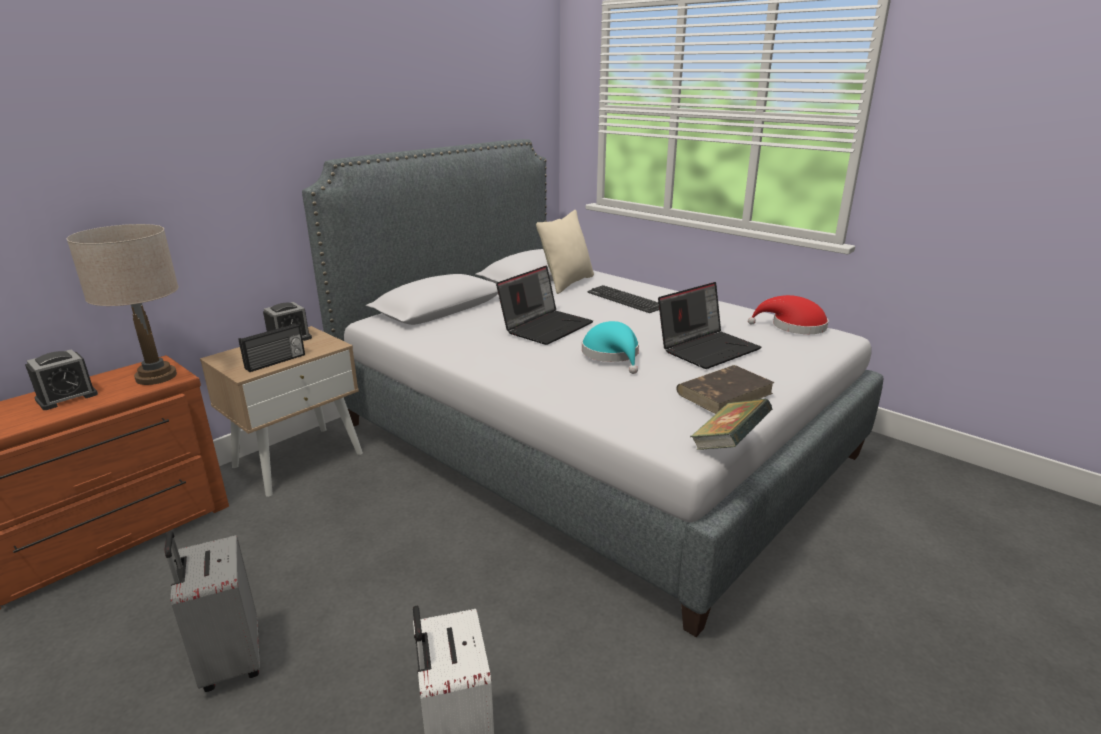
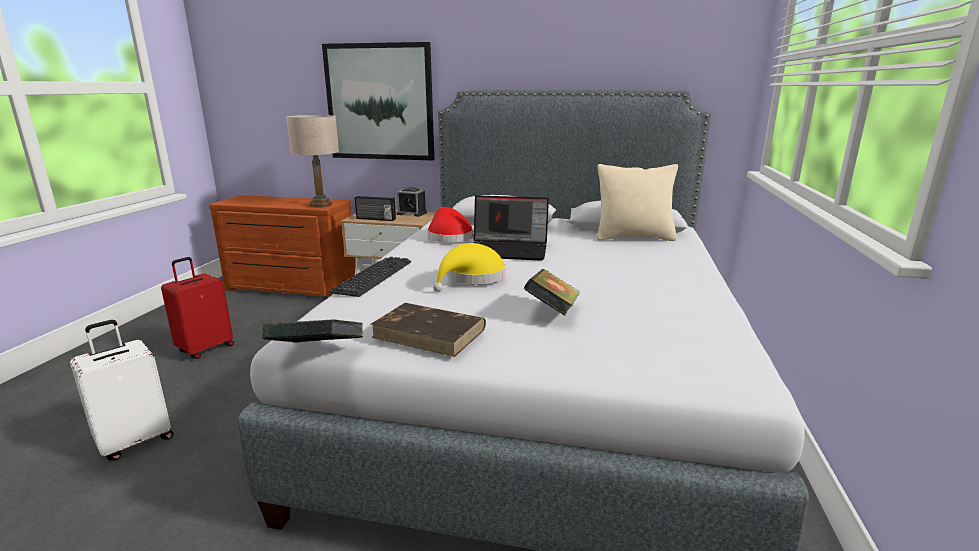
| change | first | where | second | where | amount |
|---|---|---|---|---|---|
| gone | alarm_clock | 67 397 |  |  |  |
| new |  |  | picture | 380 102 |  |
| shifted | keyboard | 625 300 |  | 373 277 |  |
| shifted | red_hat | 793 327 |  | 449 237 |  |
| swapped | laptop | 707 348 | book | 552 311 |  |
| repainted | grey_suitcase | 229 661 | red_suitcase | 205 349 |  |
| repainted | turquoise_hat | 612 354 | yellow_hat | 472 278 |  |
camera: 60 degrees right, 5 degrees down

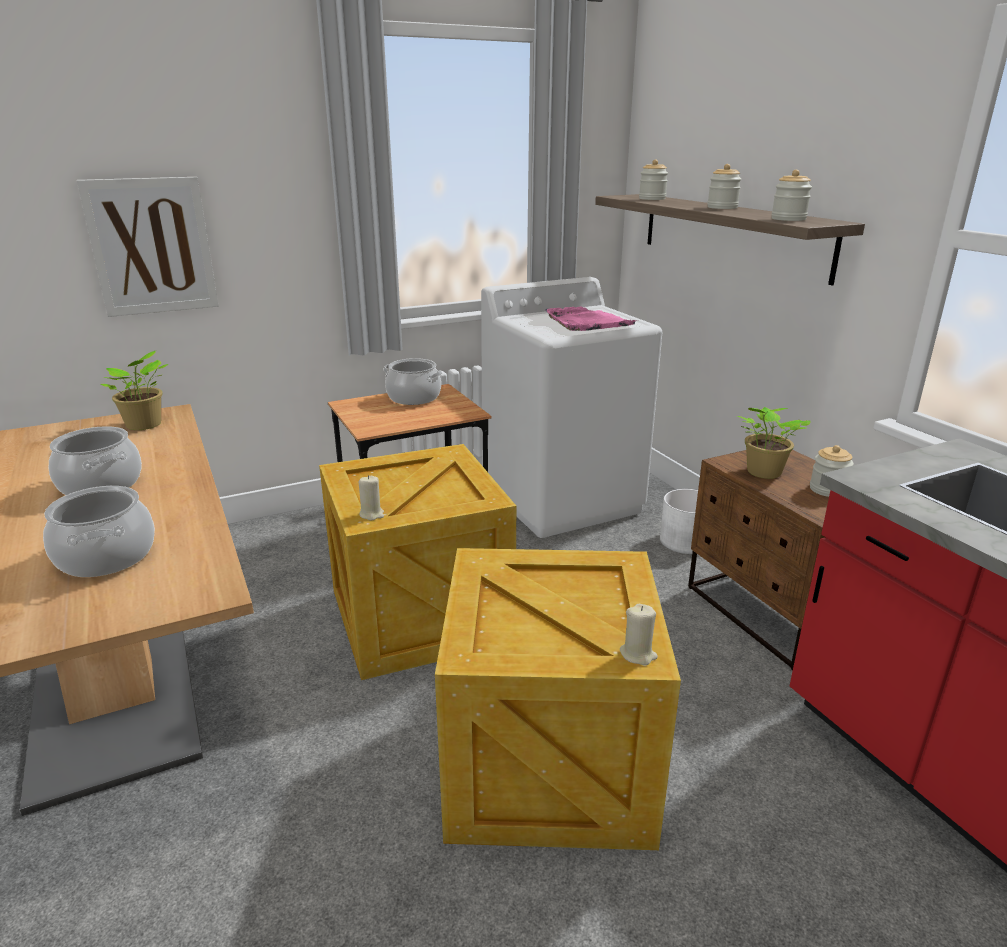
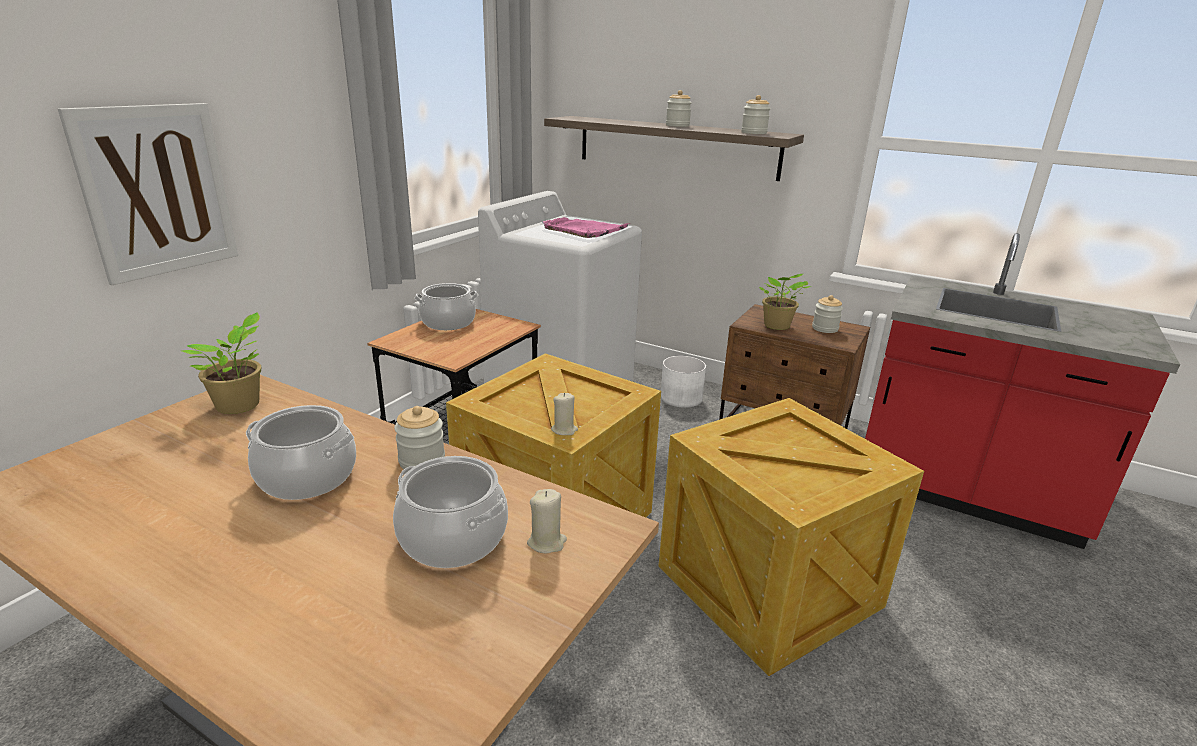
| change | first | where | second | where | amount |
|---|---|---|---|---|---|
| shifted | beige_candle | 638 654 |  | 547 542 |  |
| shifted | jar | 652 199 |  | 422 461 |  |
camera: 35 degrees left, 0 degrees up

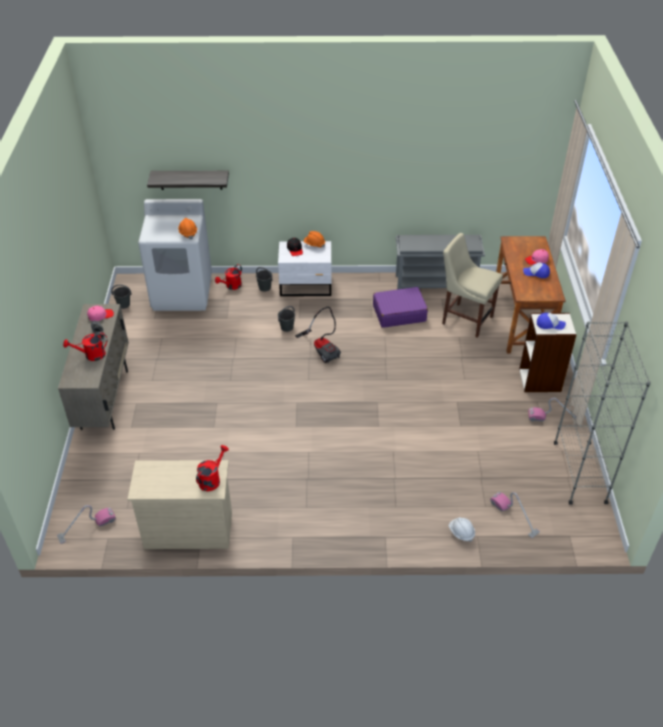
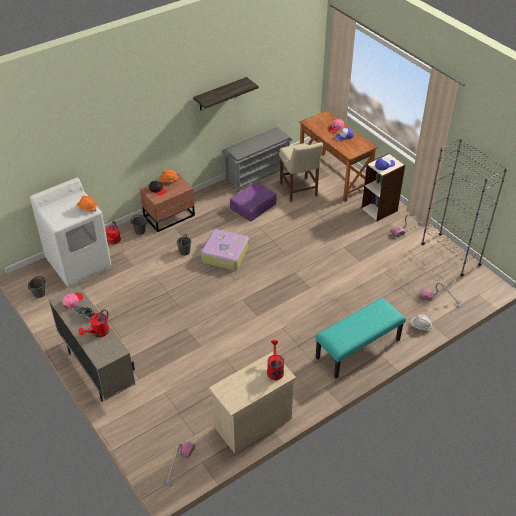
| change | first | where | second | where | amount |
|---|---|---|---|---|---|
| new |  |  | turquoise_bench | 358 349 |  |
| shifted | shelf | 190 180 |  | 220 94 |  |
| swapped | vacuum_cleaner | 322 349 | suitcase | 224 255 |  |
| repainted | white_nightstand | 306 286 | brown_nightstand | 170 216 |  |
| rotated | beige_chair | 465 319 |  | 299 191 | 105 degrees counterclockwise |
camera: 35 degrees left, 0 degrees up

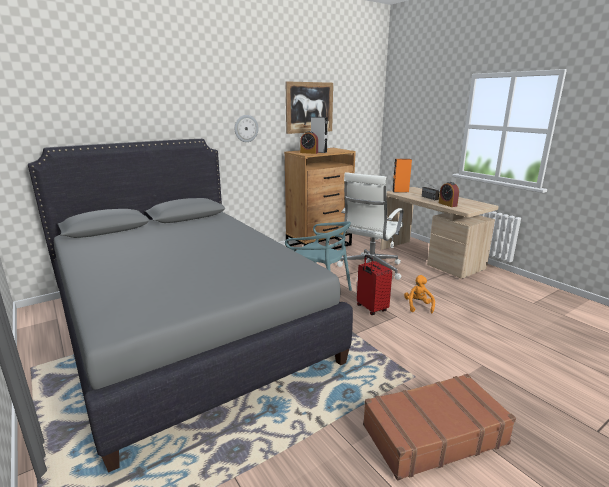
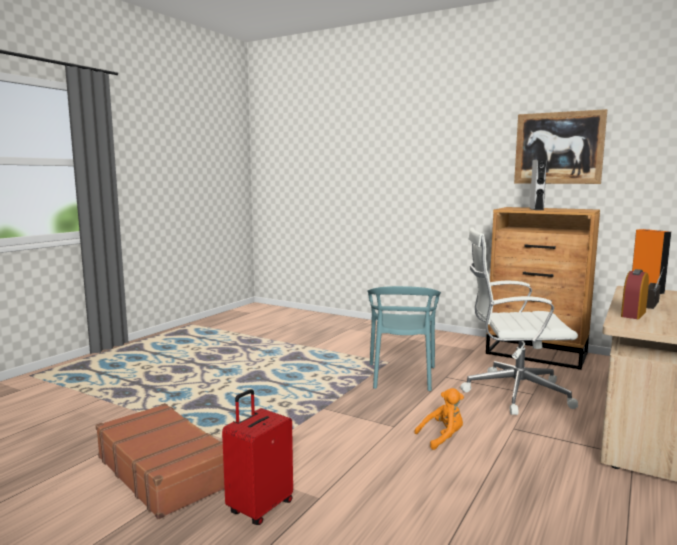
| change | first | where | second | where | amount |
|---|---|---|---|---|---|
| gone | grey_bed | 186 327 |  |  |  |
| gone | wall_clock | 246 128 |  |  |  |
| gone | alarm_clock | 309 153 |  |  |  |
| shifted | red_suitcase | 371 309 |  | 259 507 |  |
camera: 65 degrees right, 10 degrees down

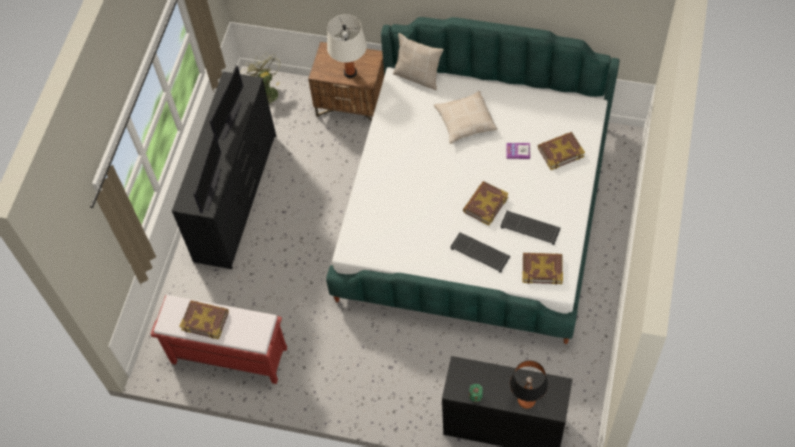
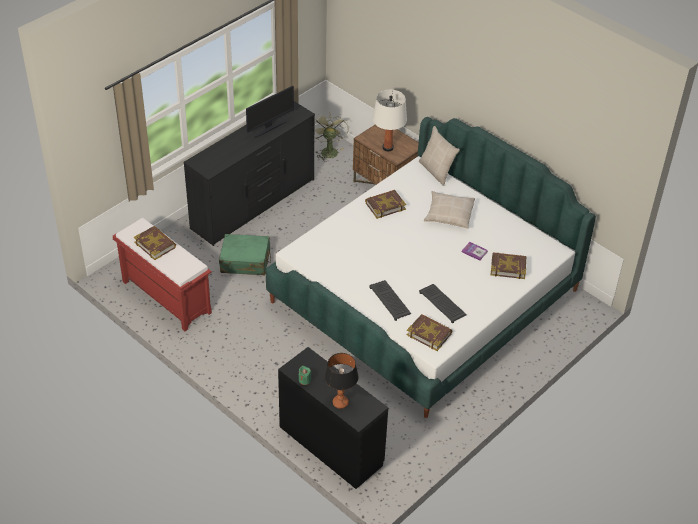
| change | first | where | second | where | amount |
|---|---|---|---|---|---|
| gone | monitor | 211 189 |  |  |  |
| new |  |  | green_suitcase | 245 261 |  |
| shifted | book | 485 204 |  | 385 206 |  |
camera: 25 degrees right, 15 degrees down

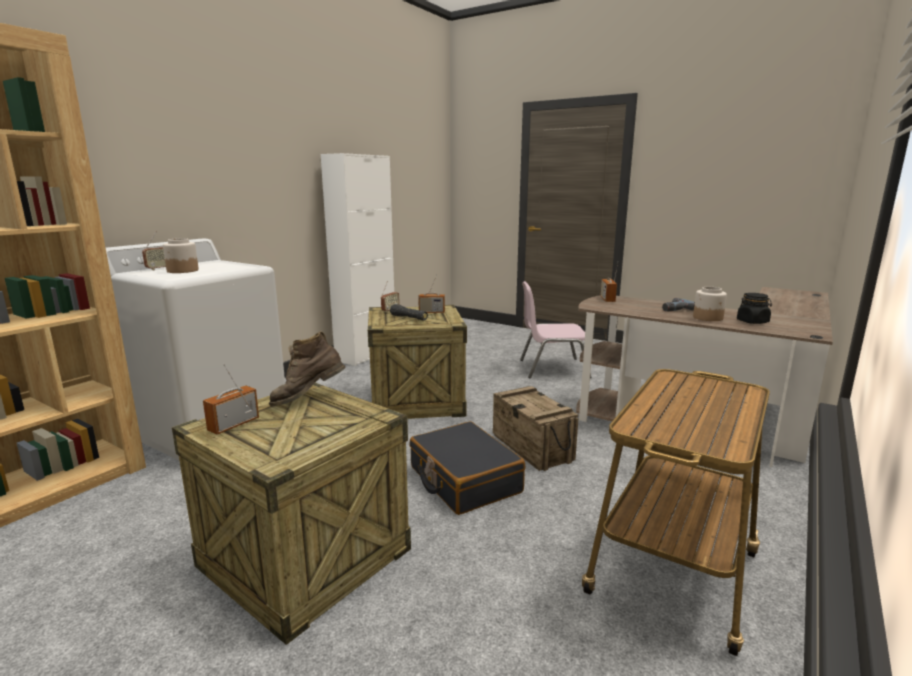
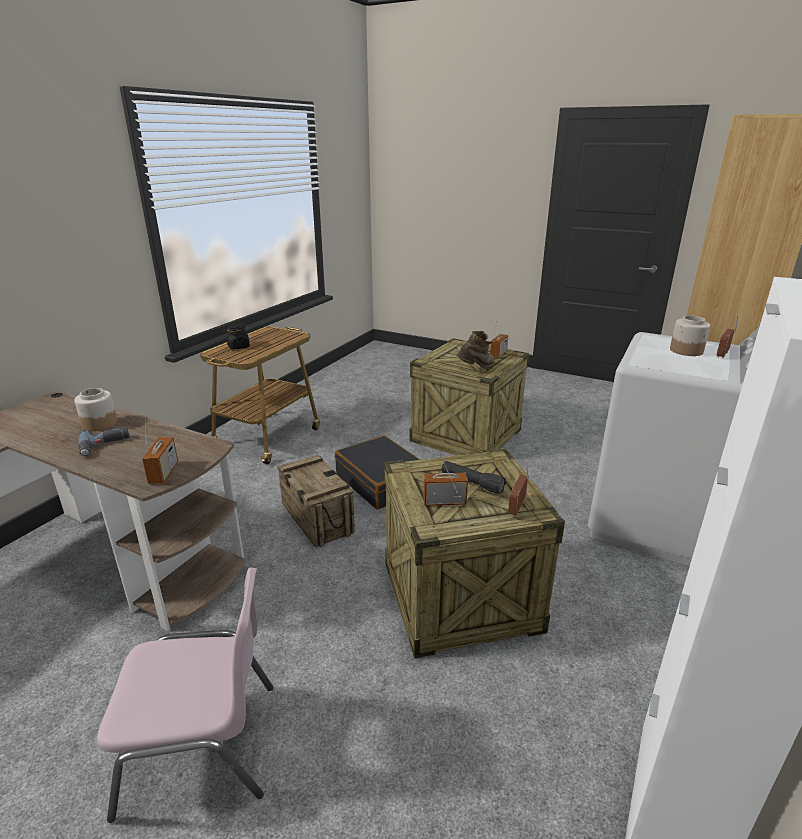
| change | first | where | second | where | amount |
|---|---|---|---|---|---|
| shifted | black_jar | 752 322 |  | 238 347 |  |
camera: 175 degrees right, 10 degrees up

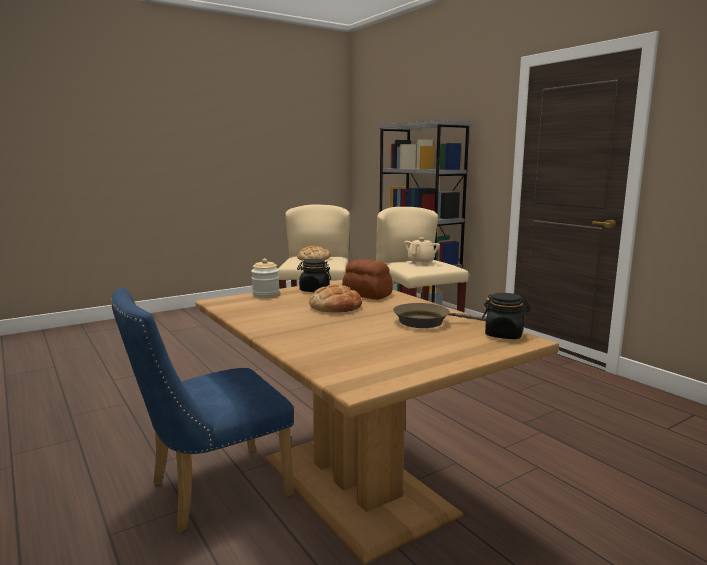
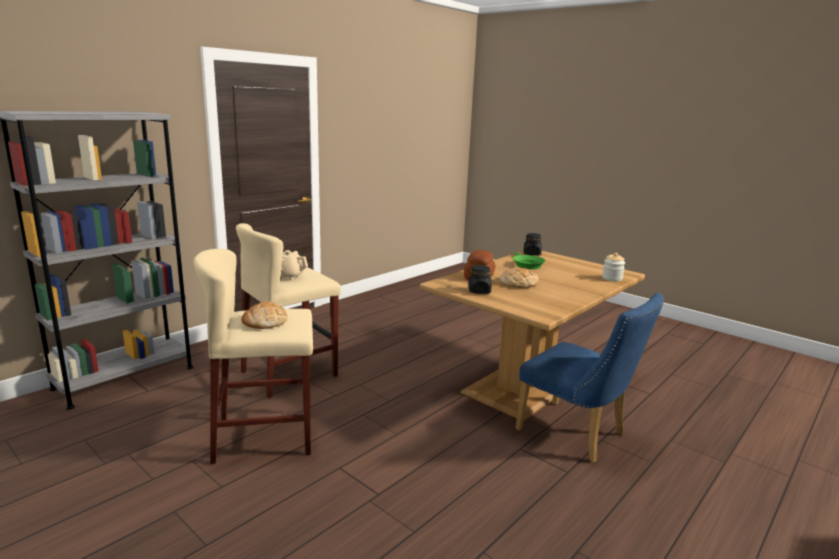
| change | first | where | second | where | amount |
|---|---|---|---|---|---|
| shifted | jar | 265 294 |  | 612 278 |  |
| repainted | brown_frying_pan | 426 322 | green_frying_pan | 526 265 |  |
camera: 105 degrees left, 5 degrees up

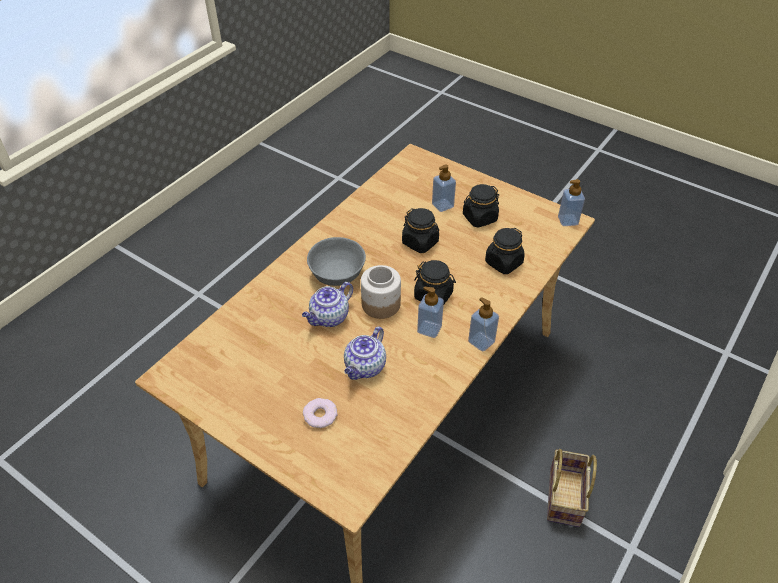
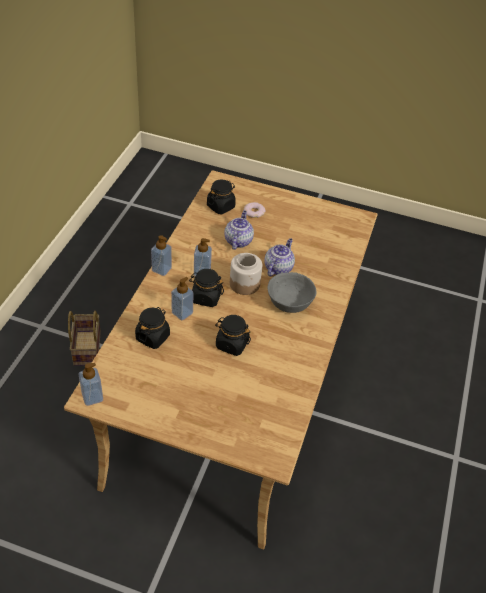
| change | first | where | second | where | amount |
|---|---|---|---|---|---|
| shifted | soap_dispenser | 442 205 |  | 182 313 |  |
| shifted | black_jar | 479 218 |  | 221 206 |  |
camera: 160 degrees right, 0 degrees up

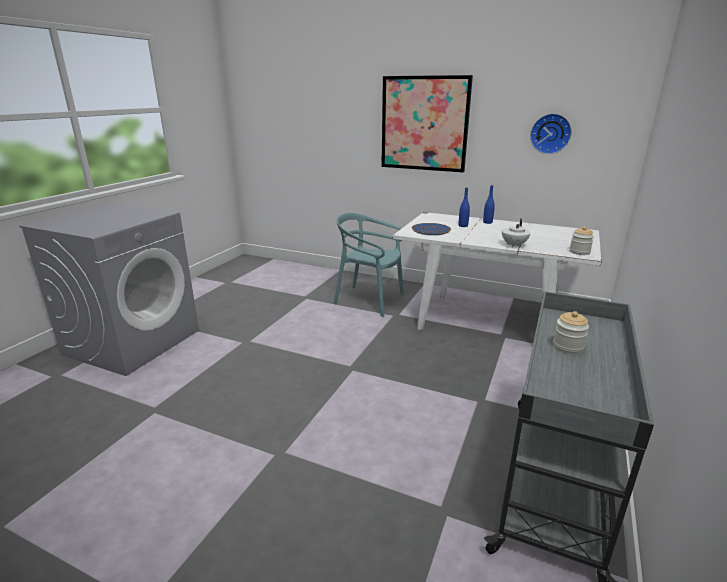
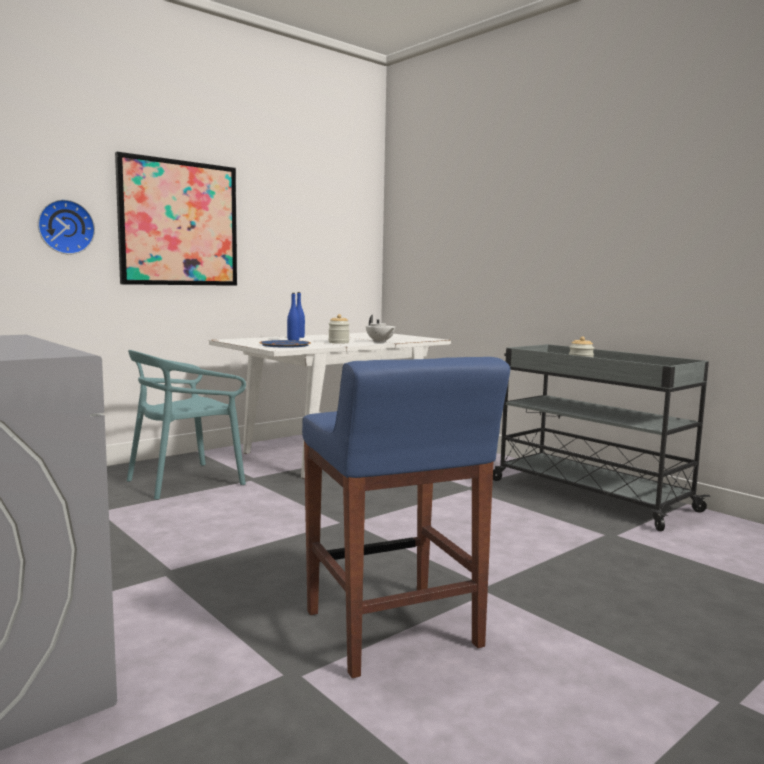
| change | first | where | second | where | amount |
|---|---|---|---|---|---|
| new |  |  | blue_stool | 393 631 |  |
| shifted | wall_clock | 550 133 |  | 65 227 |  |
| shifted | jar | 579 252 |  | 338 342 |  |
camera: 65 degrees left, 15 degrees down

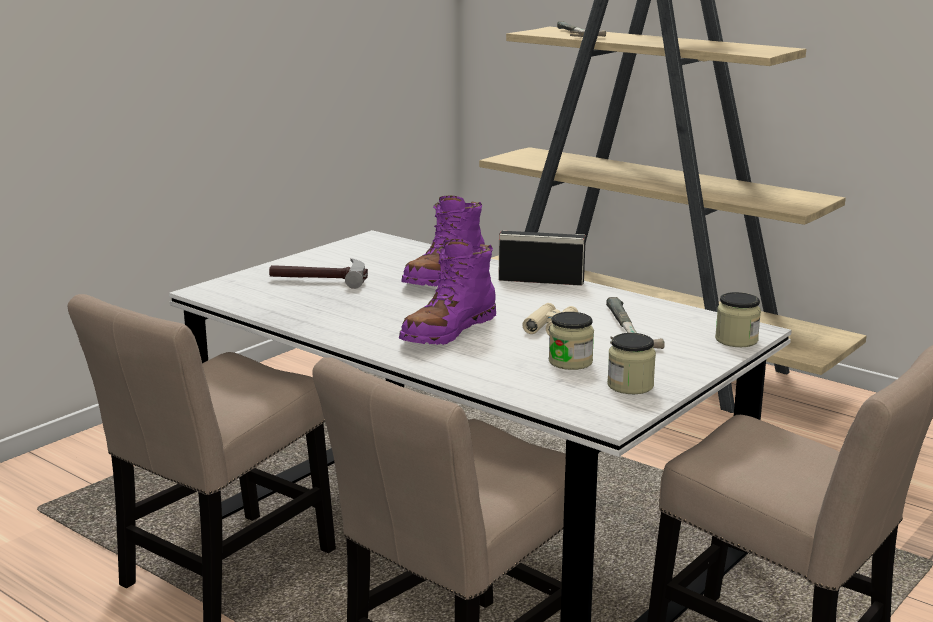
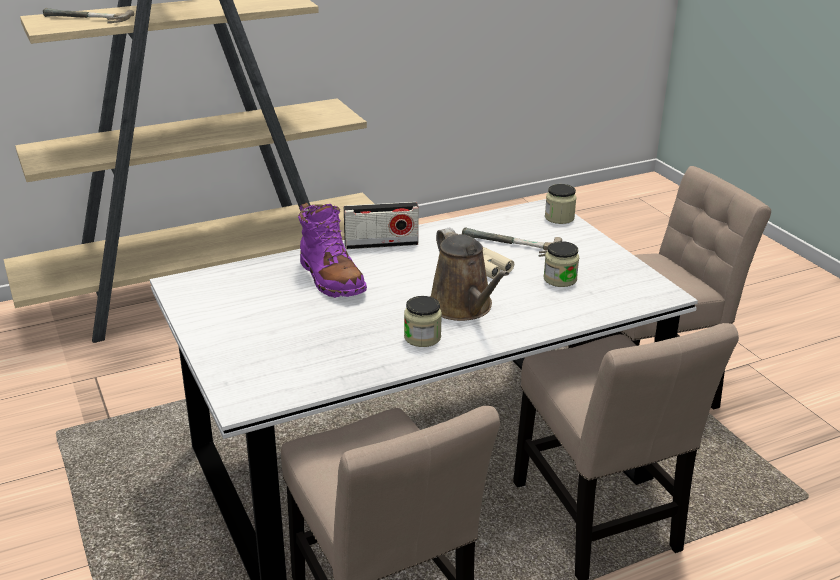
| change | first | where | second | where | amount |
|---|---|---|---|---|---|
| gone | hammer | 320 279 |  |  |  |
| shifted | jar | 630 385 |  | 422 337 |  |
| swapped | purple_boot | 448 331 | brown_watering_can | 463 307 |  |
| rotated | radio | 541 281 |  | 381 244 | 135 degrees counterclockwise |
camera: 65 degrees left, 10 degrees up

